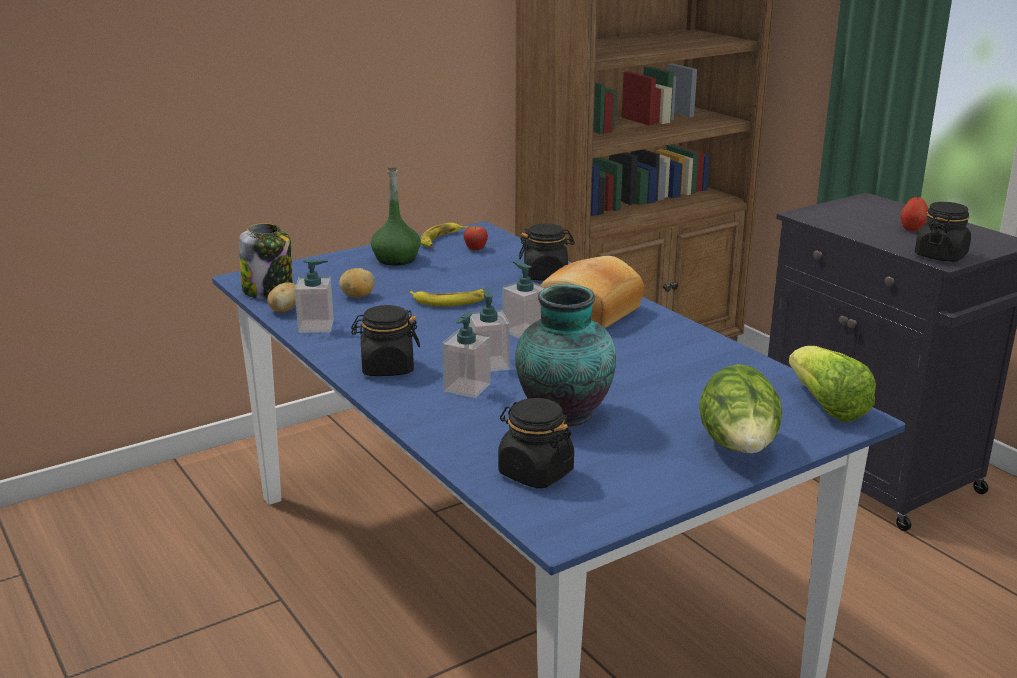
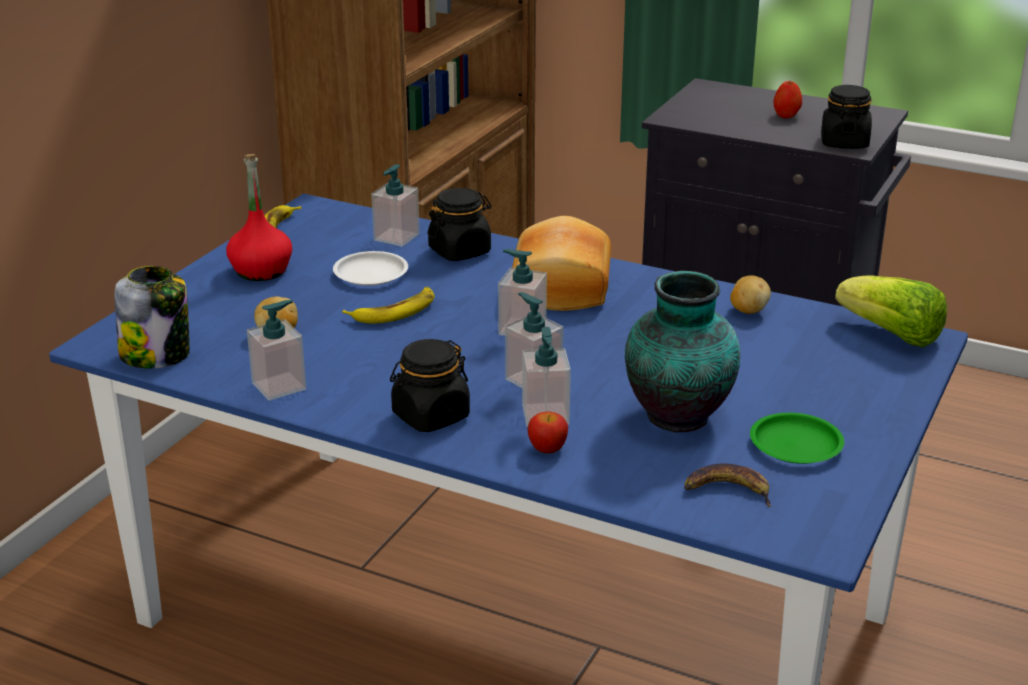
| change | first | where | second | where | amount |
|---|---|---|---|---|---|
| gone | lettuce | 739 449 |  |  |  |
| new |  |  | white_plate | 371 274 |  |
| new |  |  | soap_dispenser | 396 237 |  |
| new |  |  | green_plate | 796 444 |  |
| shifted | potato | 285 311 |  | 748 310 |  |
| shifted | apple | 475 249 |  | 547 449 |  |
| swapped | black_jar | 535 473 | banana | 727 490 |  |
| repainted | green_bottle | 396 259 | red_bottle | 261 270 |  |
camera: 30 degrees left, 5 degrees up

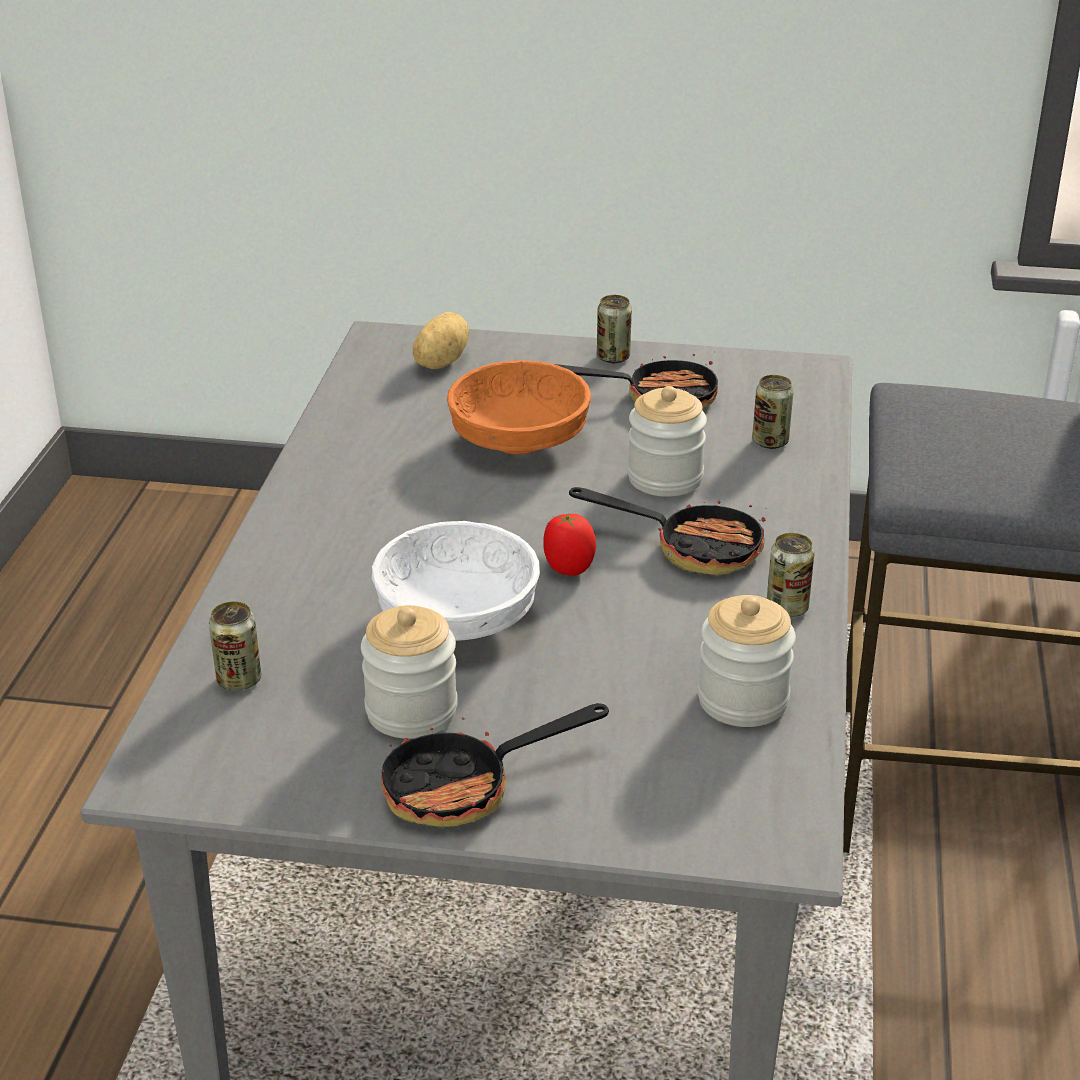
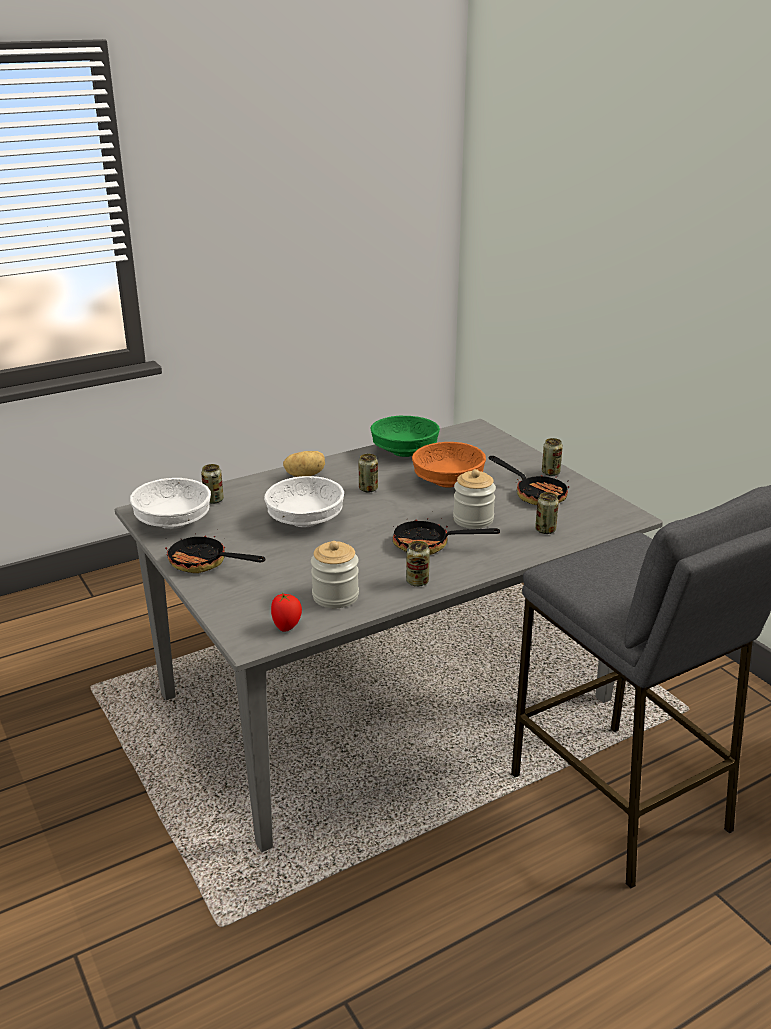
| change | first | where | second | where | amount |
|---|---|---|---|---|---|
| gone | jar | 411 711 |  |  |  |
| new |  |  | white_bowl | 172 522 |  |
| new |  |  | can | 368 489 |  |
| new |  |  | green_bowl | 405 452 |  |
| shifted | potato | 439 362 |  | 305 475 |  |
| shifted | tomato | 568 568 |  | 287 627 |  |
| rotated | frying_pan | 692 548 |  | 429 545 | 120 degrees clockwise |
camera: 50 degrees right, 5 degrees down

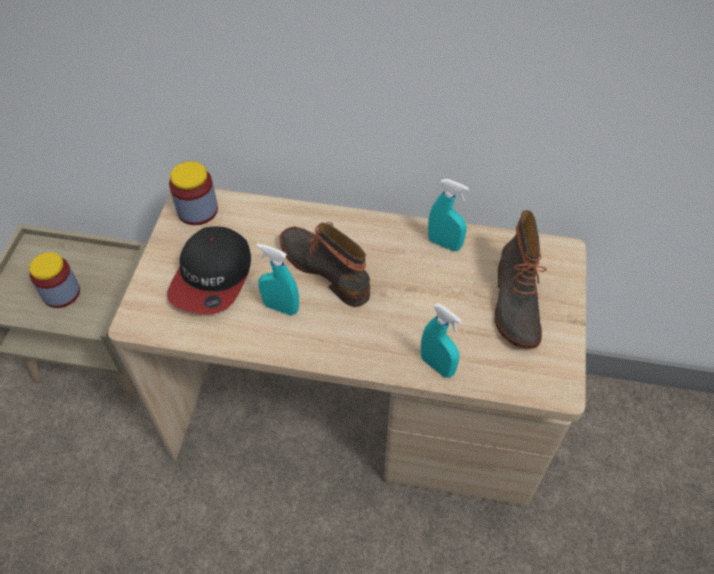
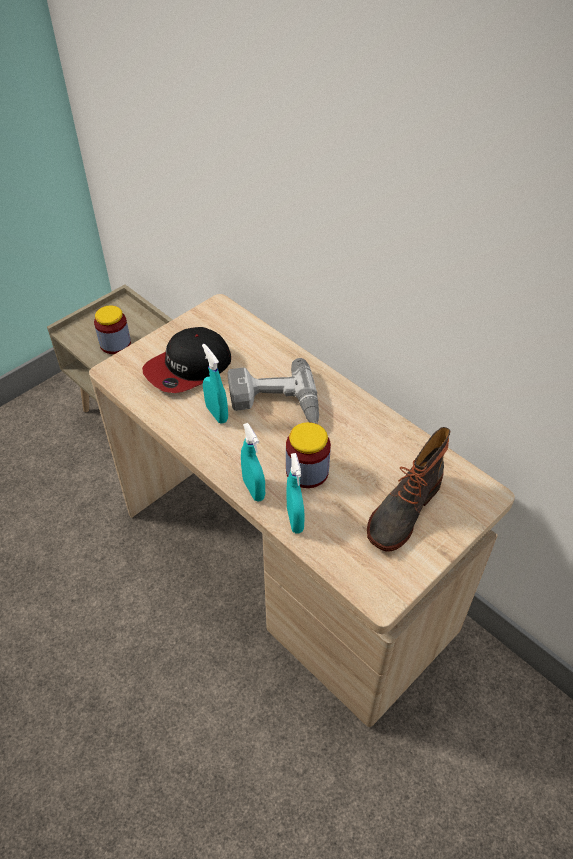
| change | first | where | second | where | amount |
|---|---|---|---|---|---|
| shifted | jar | 197 210 |  | 307 471 |  |
| shifted | turquoise_spray_bottle | 444 244 |  | 253 489 |  |
| swapped | boot | 326 269 | power_drill | 274 404 |  |
camera: 35 degrees right, 5 degrees down

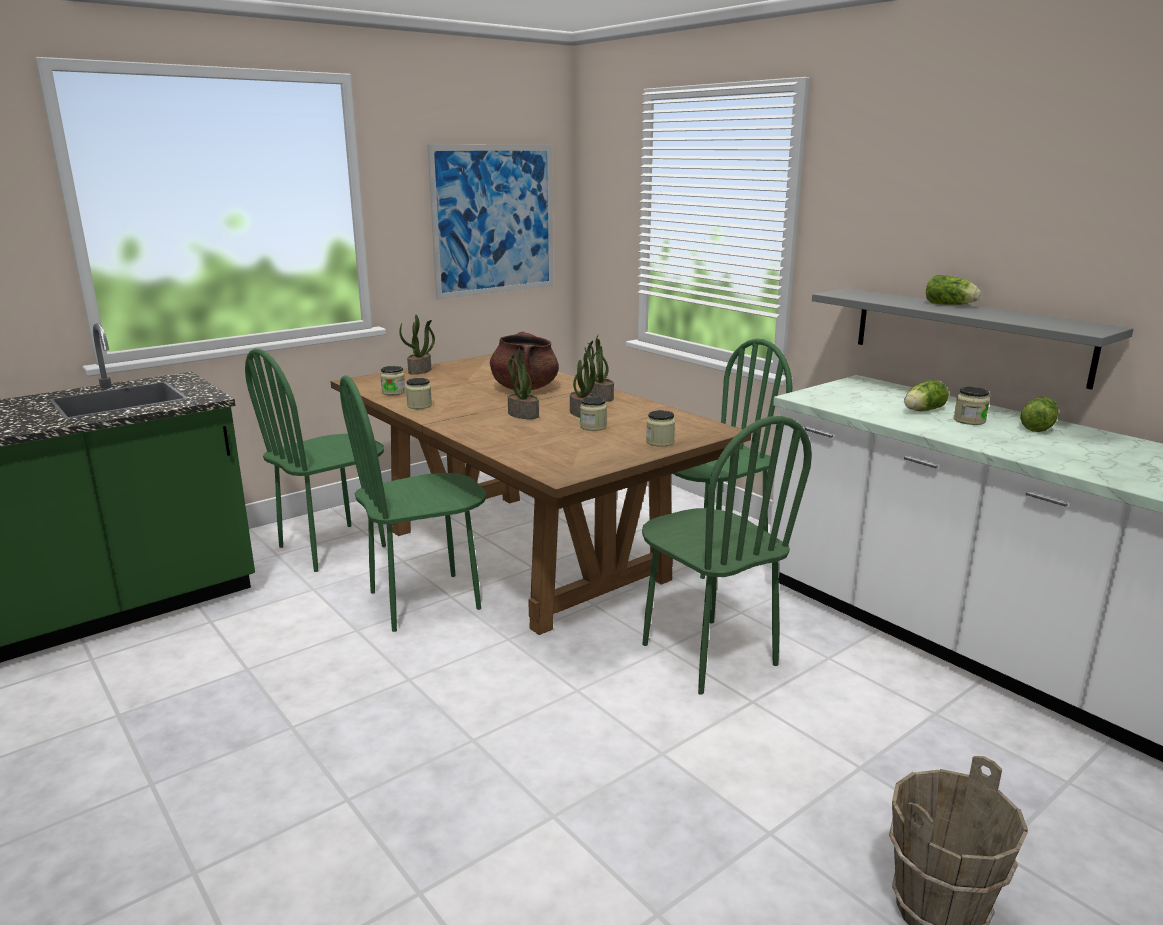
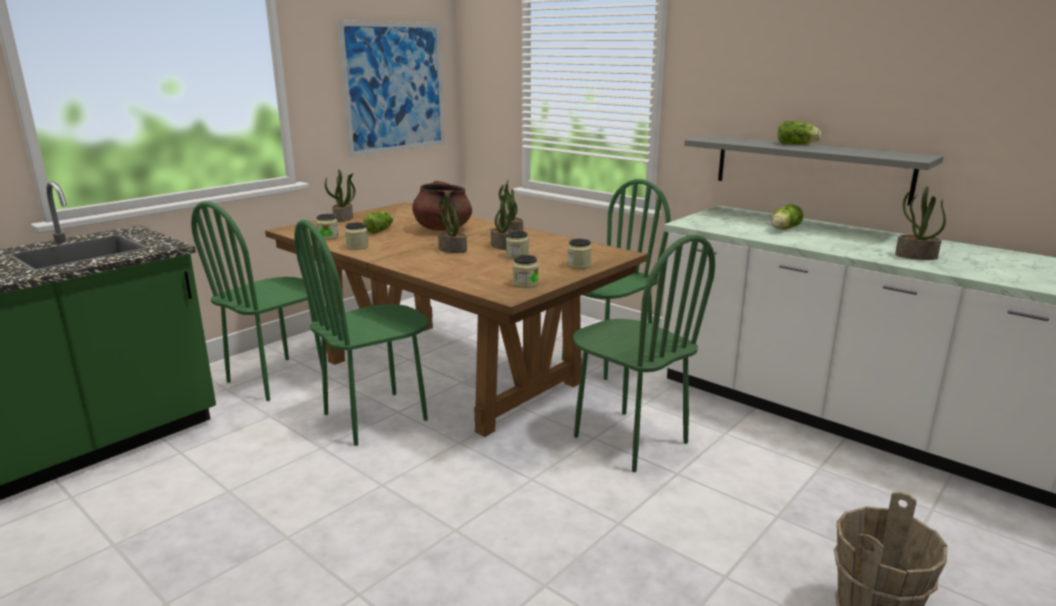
| change | first | where | second | where | amount |
|---|---|---|---|---|---|
| new |  |  | potted_plant | 915 256 |  |
| shifted | jar | 969 420 |  | 525 284 |  |
| shifted | lettuce | 1038 426 |  | 380 230 |  |
camera: 10 degrees left, 0 degrees up

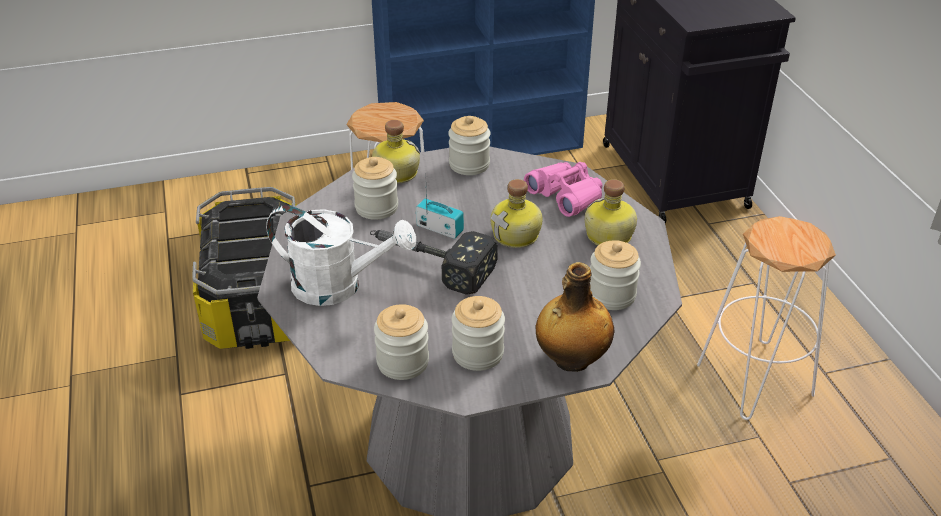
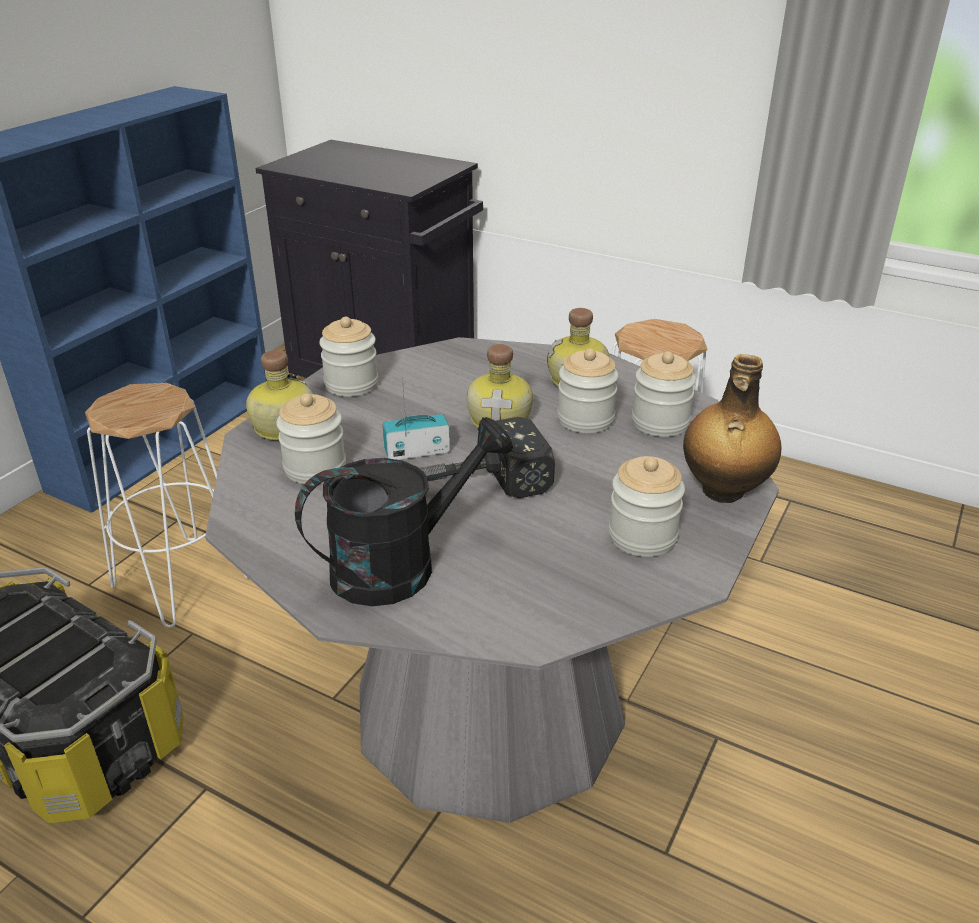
| change | first | where | second | where | amount |
|---|---|---|---|---|---|
| gone | pink_binoculars | 566 195 |  |  |  |
| shifted | jar | 403 362 |  | 585 419 |  |
| repainted | white_watering_can | 339 286 | black_watering_can | 401 564 |  |
camera: 45 degrees left, 5 degrees down

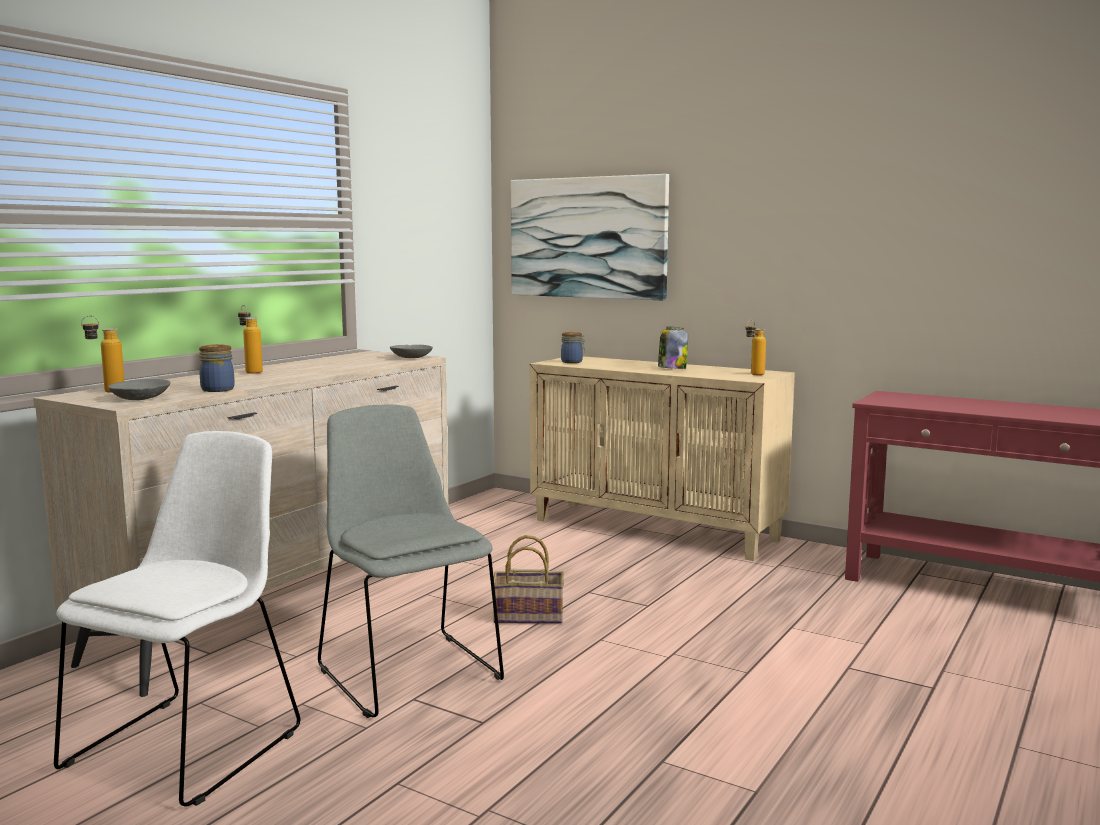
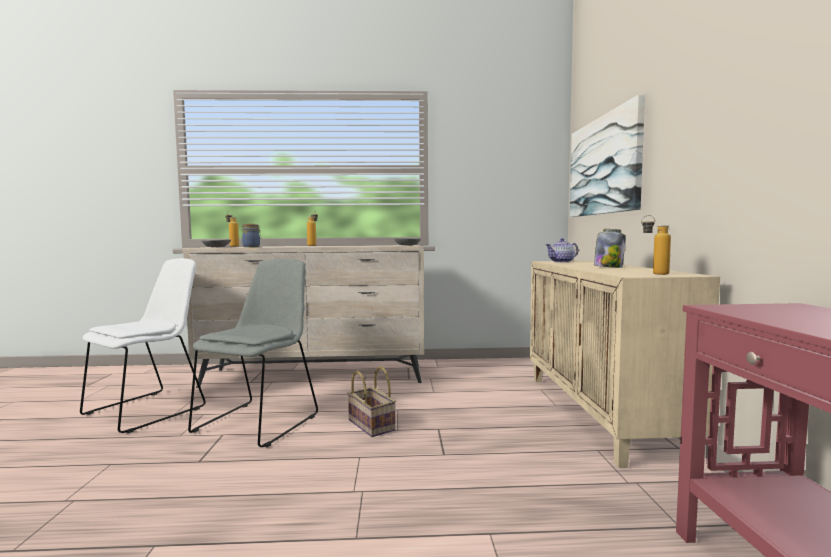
| change | first | where | second | where | amount |
|---|---|---|---|---|---|
| swapped | jar | 572 362 | teapot | 562 262 |  |
| rotated | white_chair | 189 744 |  | 149 409 | 45 degrees counterclockwise |
camera: 55 degrees right, 5 degrees down

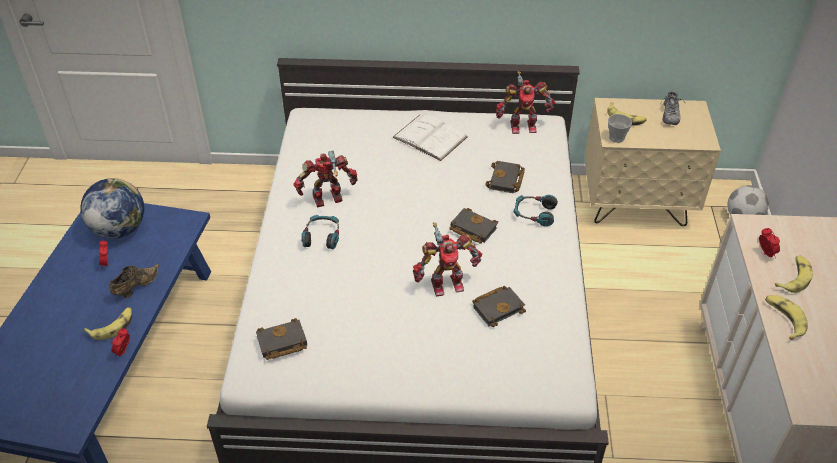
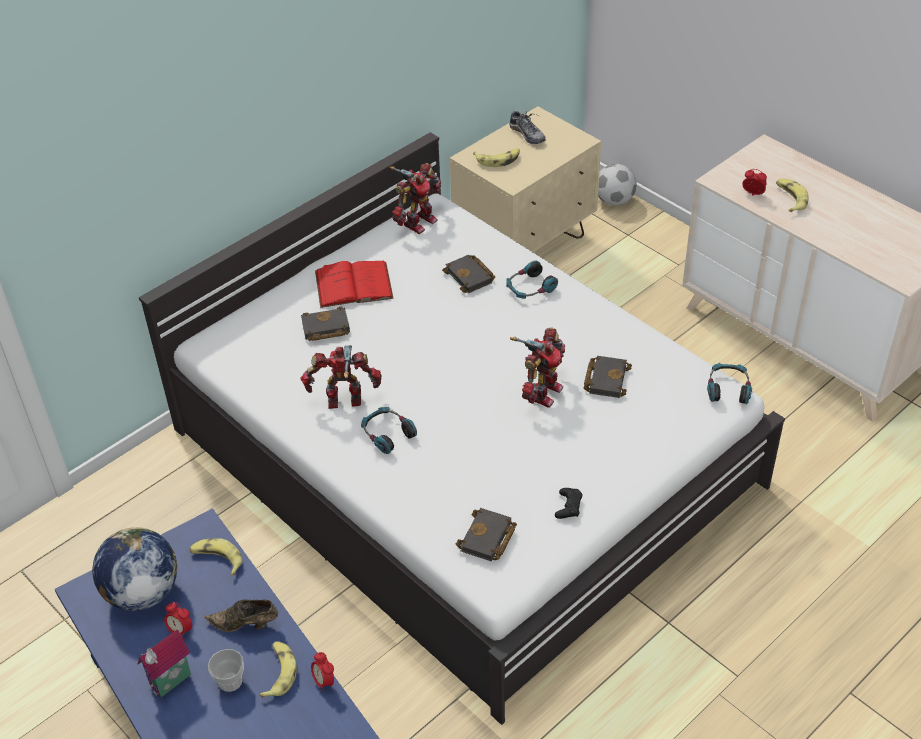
| change | first | where | second | where | amount |
|---|---|---|---|---|---|
| new |  |  | toy_house | 172 683 |  |
| new |  |  | black_game_controller | 568 506 |  |
| new |  |  | headphones | 728 388 |  |
| shifted | black_book | 471 229 |  | 324 329 |  |
| shifted | cup | 616 137 |  | 230 681 |  |
| shifted | banana | 783 319 |  | 217 559 |  |
| repainted | white_book | 430 137 | red_book | 353 284 |  |
| rotated | brown_shoe | 136 287 |  | 246 624 | 75 degrees counterclockwise |
| rotated | toy_robot | 328 200 |  | 345 401 | 60 degrees clockwise |
camera: 45 degrees left, 0 degrees up

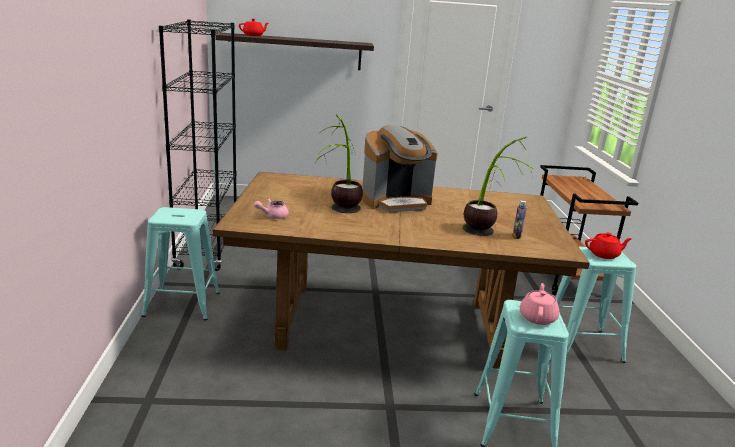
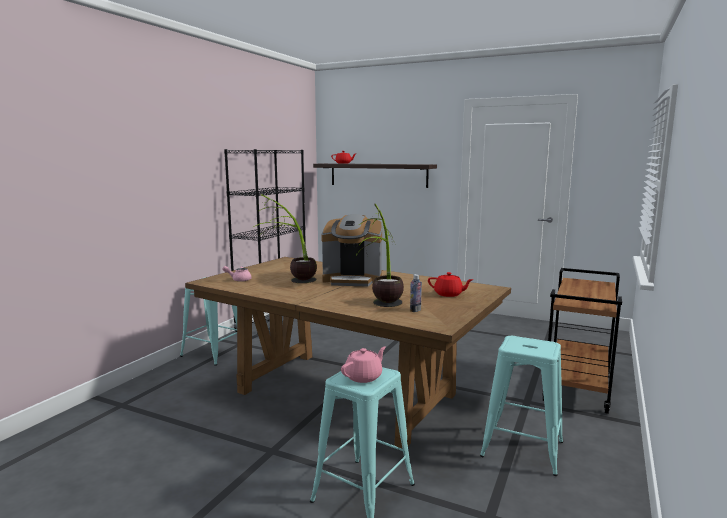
| change | first | where | second | where | amount |
|---|---|---|---|---|---|
| shifted | red_teapot | 604 255 |  | 449 294 |  |
camera: 30 degrees right, 10 degrees down

